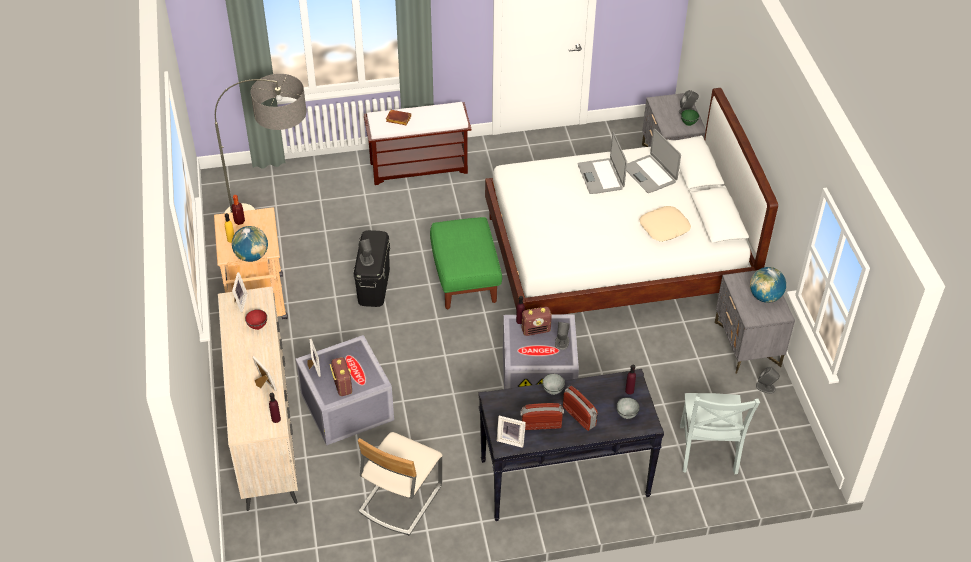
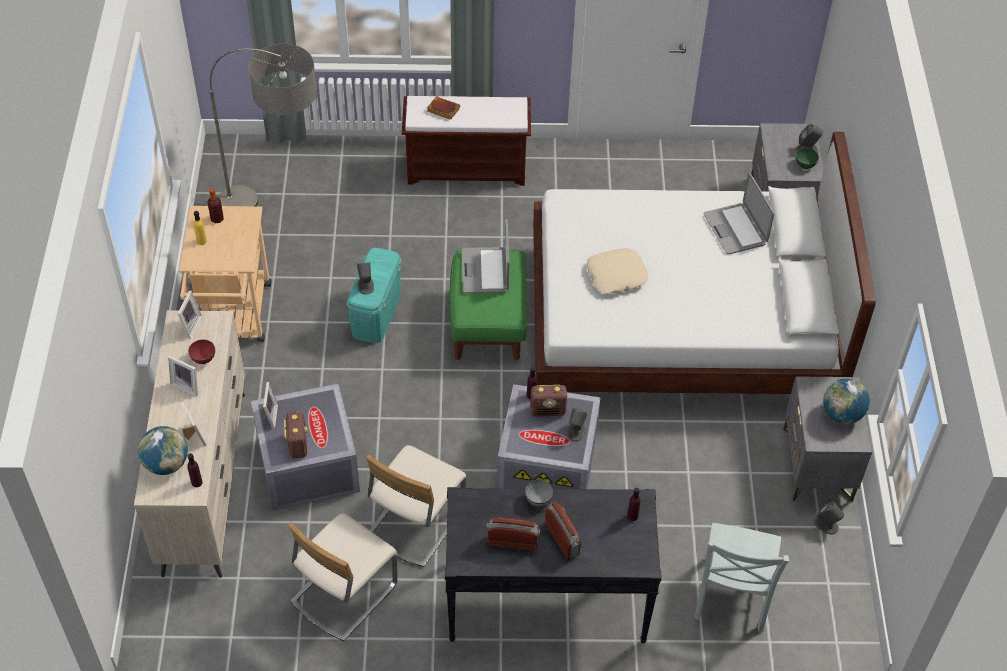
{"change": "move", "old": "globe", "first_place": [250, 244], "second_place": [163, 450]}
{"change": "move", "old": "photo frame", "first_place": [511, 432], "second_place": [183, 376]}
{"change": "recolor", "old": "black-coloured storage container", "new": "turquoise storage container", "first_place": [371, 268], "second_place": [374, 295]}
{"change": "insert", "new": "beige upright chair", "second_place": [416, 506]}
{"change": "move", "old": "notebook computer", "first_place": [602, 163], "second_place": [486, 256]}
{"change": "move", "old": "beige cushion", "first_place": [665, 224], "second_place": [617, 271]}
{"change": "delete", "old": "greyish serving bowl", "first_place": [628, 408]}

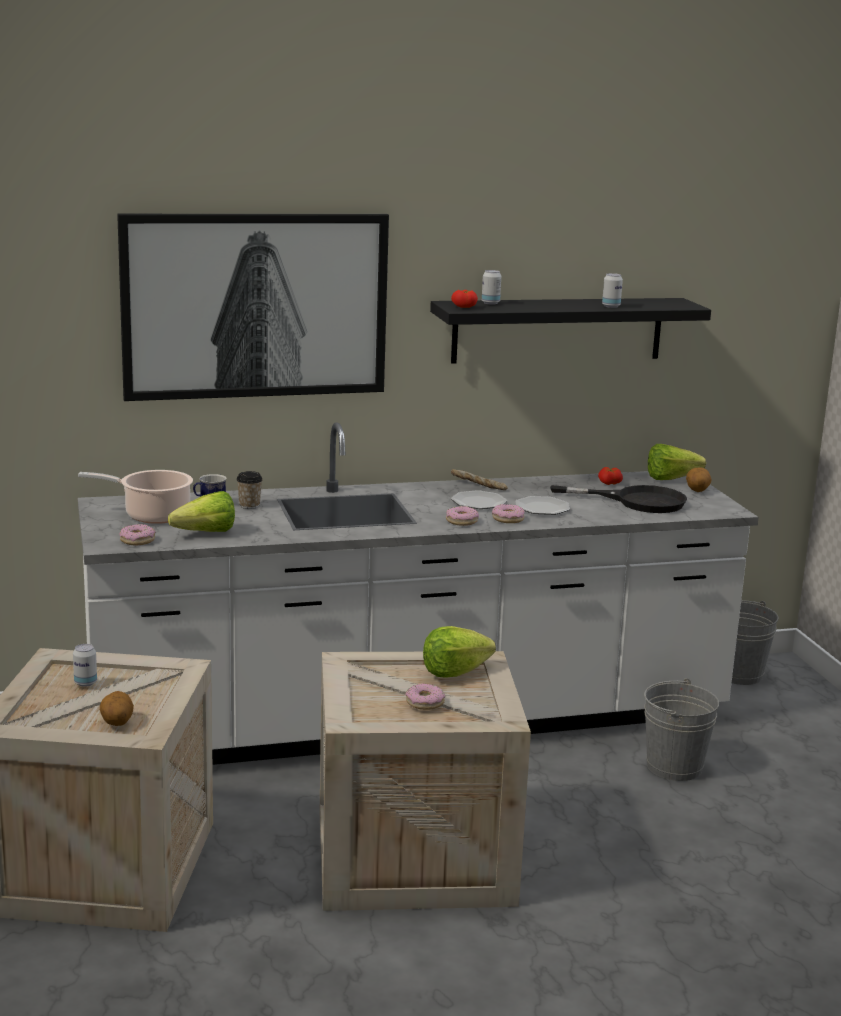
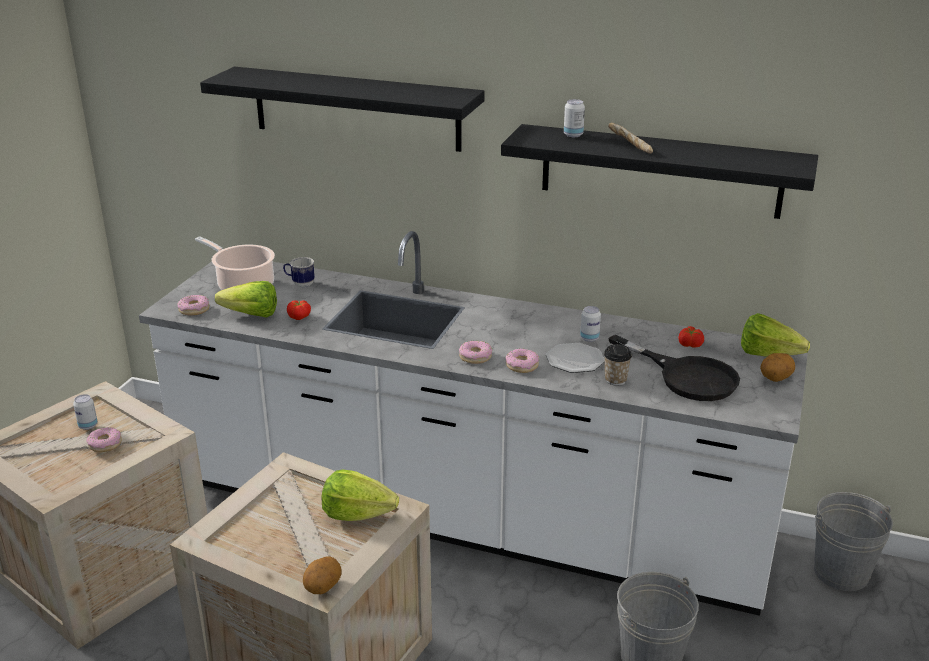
{"change": "move", "old": "ring doughnut", "first_place": [425, 696], "second_place": [104, 439]}
{"change": "replace", "old": "wall art", "new": "black-coloured bracket shelf", "first_place": [253, 307], "second_place": [342, 109]}
{"change": "move", "old": "whole tomato", "first_place": [464, 299], "second_place": [299, 310]}
{"change": "move", "old": "whole potato", "first_place": [117, 708], "second_place": [322, 575]}
{"change": "move", "old": "metal can", "first_place": [612, 290], "second_place": [590, 324]}
{"change": "move", "old": "small cup", "first_place": [249, 490], "second_place": [618, 365]}
{"change": "move", "old": "bread", "first_place": [479, 479], "second_place": [630, 138]}
{"change": "delete", "old": "dinner plate", "first_place": [479, 499]}

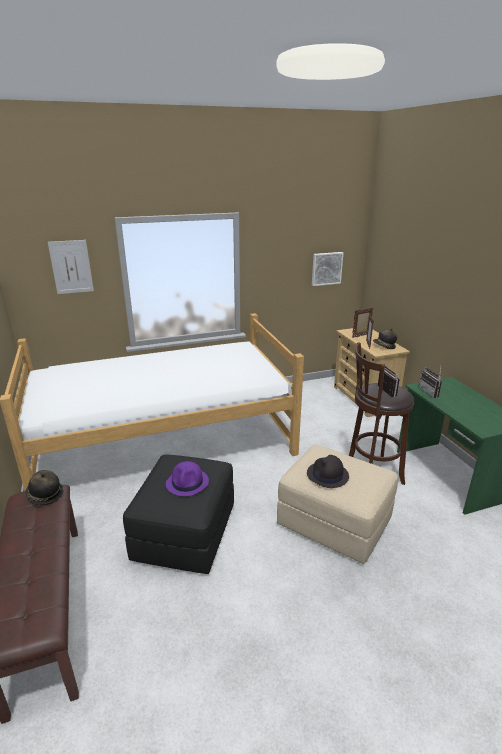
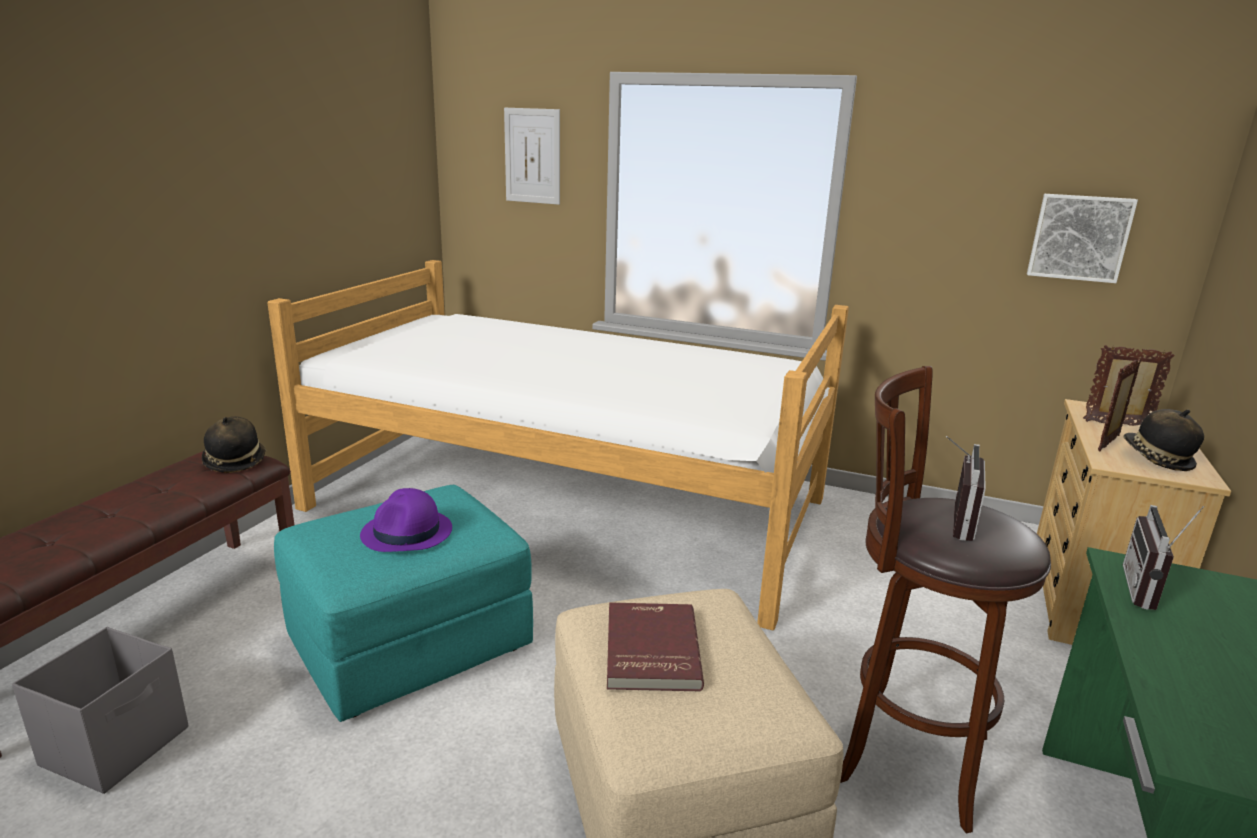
{"change": "insert", "new": "greyish storage container", "second_place": [100, 710]}
{"change": "recolor", "old": "black-coloured ottoman", "new": "turquoise ottoman", "first_place": [178, 514], "second_place": [403, 603]}
{"change": "replace", "old": "black-coloured clothing hat", "new": "red volume", "first_place": [328, 471], "second_place": [655, 647]}

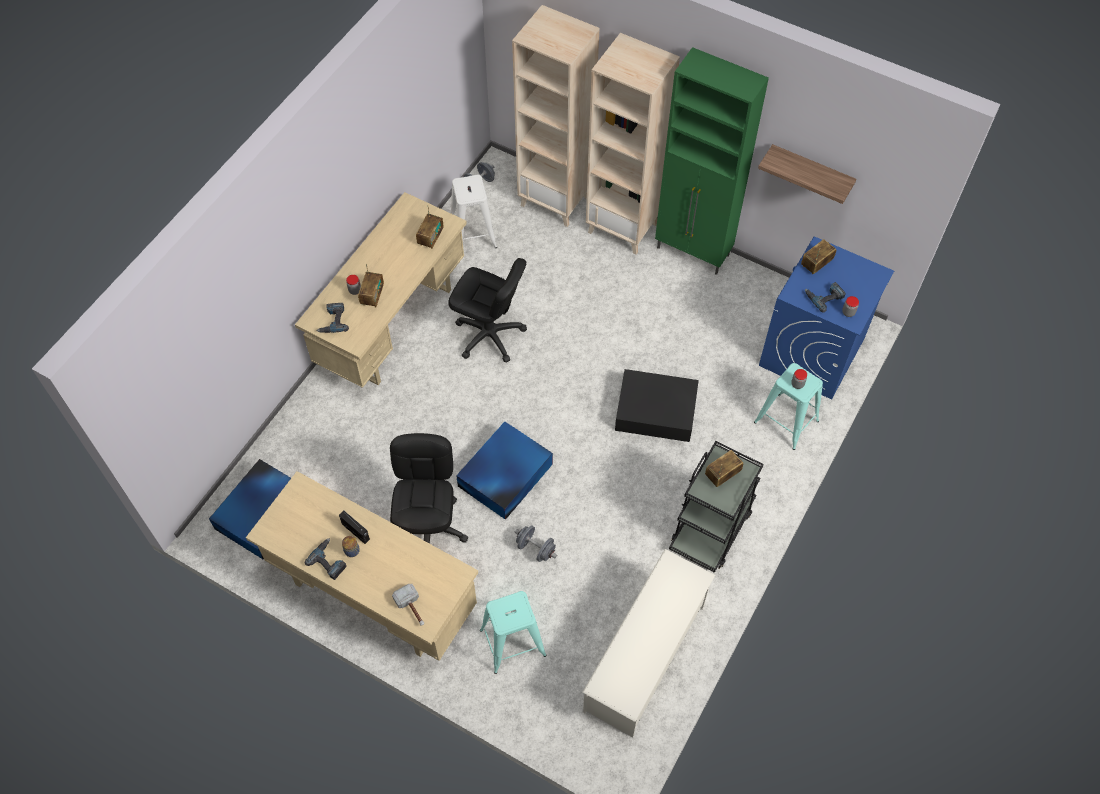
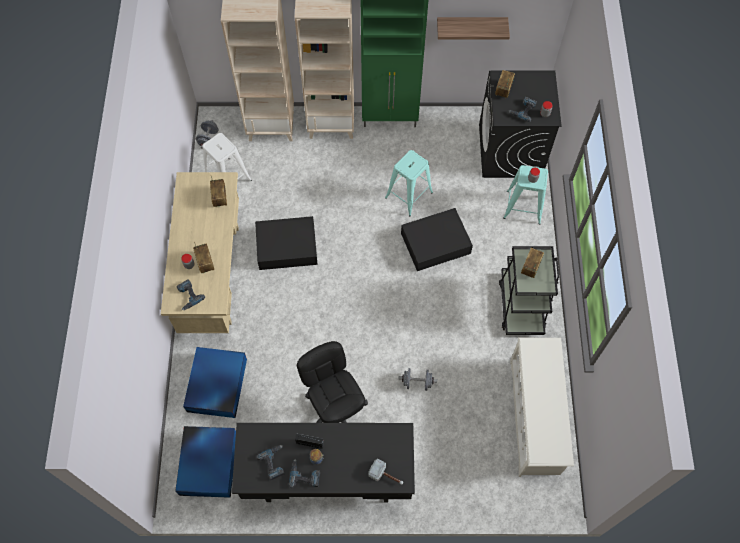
{"change": "move", "old": "blue-coloured storage container", "first_place": [504, 471], "second_place": [215, 382]}
{"change": "recolor", "old": "beige desk", "new": "black-coloured desk", "first_place": [362, 566], "second_place": [323, 462]}
{"change": "replace", "old": "black-coloured office chair", "new": "black-coloured storage container", "first_place": [487, 310], "second_place": [286, 243]}
{"change": "insert", "new": "electric drill", "second_place": [270, 462]}
{"change": "move", "old": "turquoise stool", "first_place": [513, 632], "second_place": [409, 183]}
{"change": "recolor", "old": "blue-coloured laundry appliance", "new": "black-coloured laundry appliance", "first_place": [826, 318], "second_place": [520, 124]}

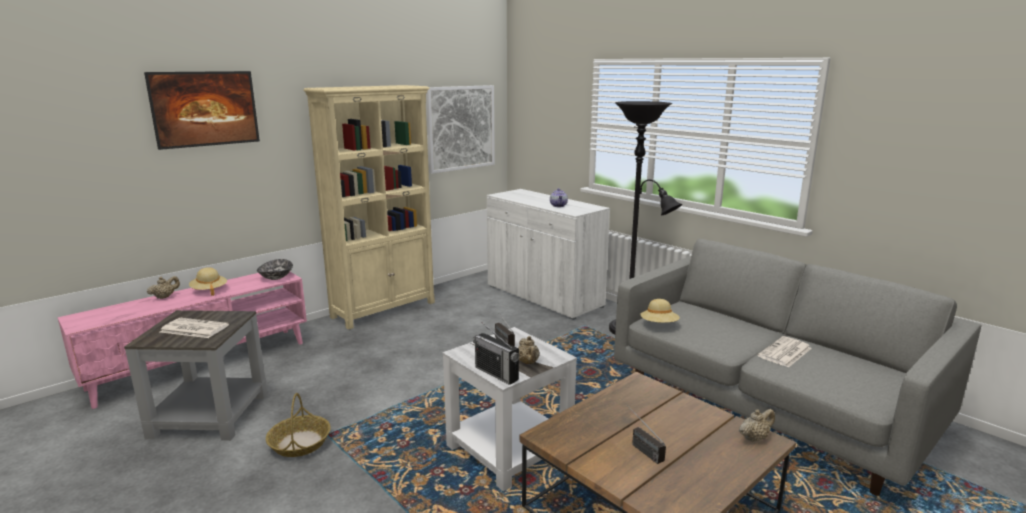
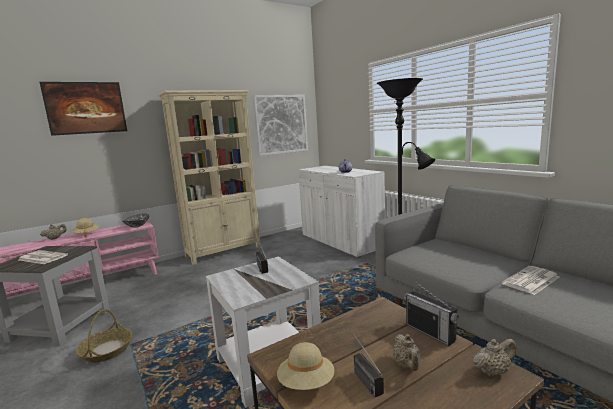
{"change": "move", "old": "beige clothing hat", "first_place": [660, 311], "second_place": [305, 366]}
{"change": "move", "old": "beige tea pot", "first_place": [529, 350], "second_place": [407, 352]}
{"change": "move", "old": "radio set", "first_place": [496, 353], "second_place": [431, 313]}

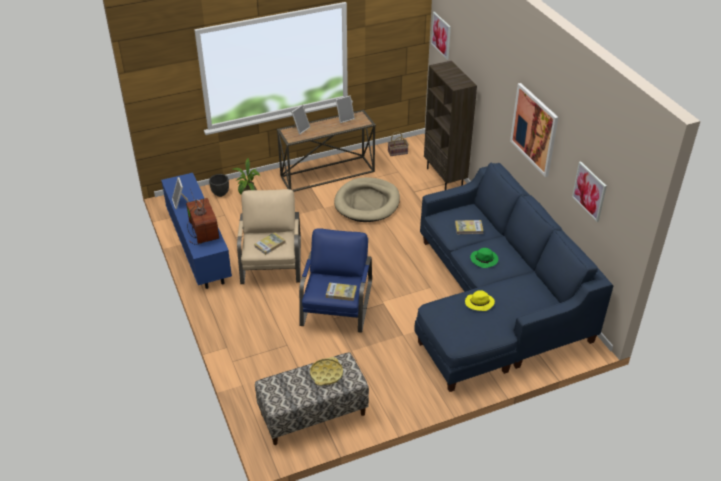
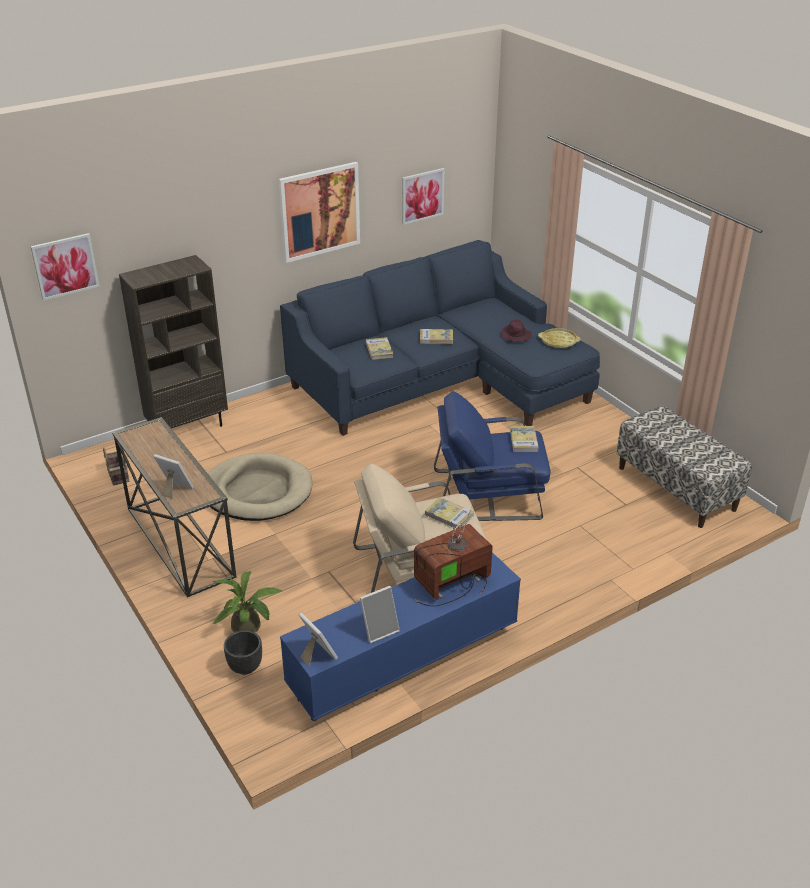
{"change": "move", "old": "photo frame", "first_place": [345, 109], "second_place": [318, 639]}
{"change": "replace", "old": "green-coloured clothing hat", "new": "volume", "first_place": [484, 258], "second_place": [436, 336]}
{"change": "recolor", "old": "yellow-coloured clothing hat", "new": "purplish clothing hat", "first_place": [480, 300], "second_place": [516, 331]}
{"change": "move", "old": "yellow-coloured serving tray", "first_place": [326, 371], "second_place": [559, 338]}

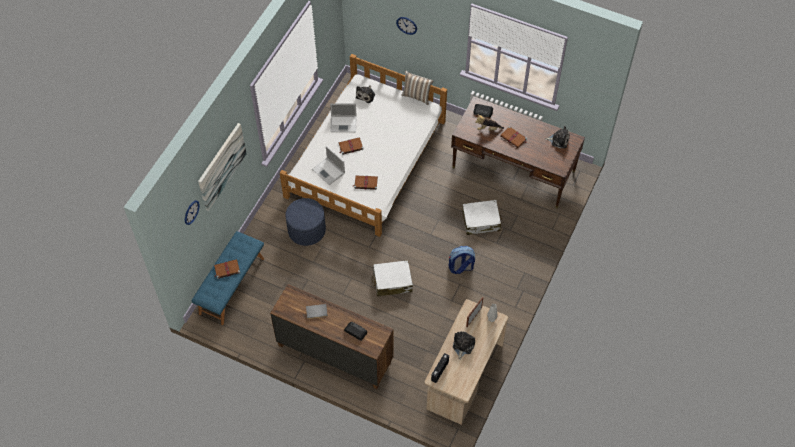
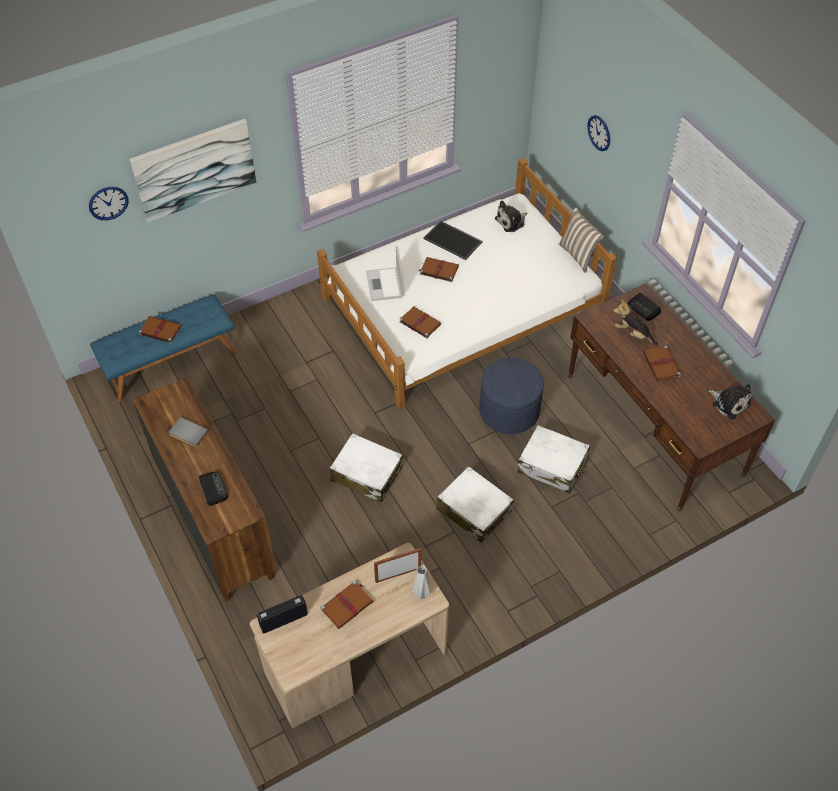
{"change": "replace", "old": "plush toy", "new": "brownish volume", "first_place": [464, 345], "second_place": [347, 605]}
{"change": "replace", "old": "notebook computer", "new": "serving tray", "first_place": [343, 117], "second_place": [452, 240]}
{"change": "replace", "old": "knapsack", "new": "whitish travel case", "first_place": [461, 260], "second_place": [475, 504]}
{"change": "move", "old": "blue-coloured ottoman", "first_place": [305, 222], "second_place": [512, 396]}

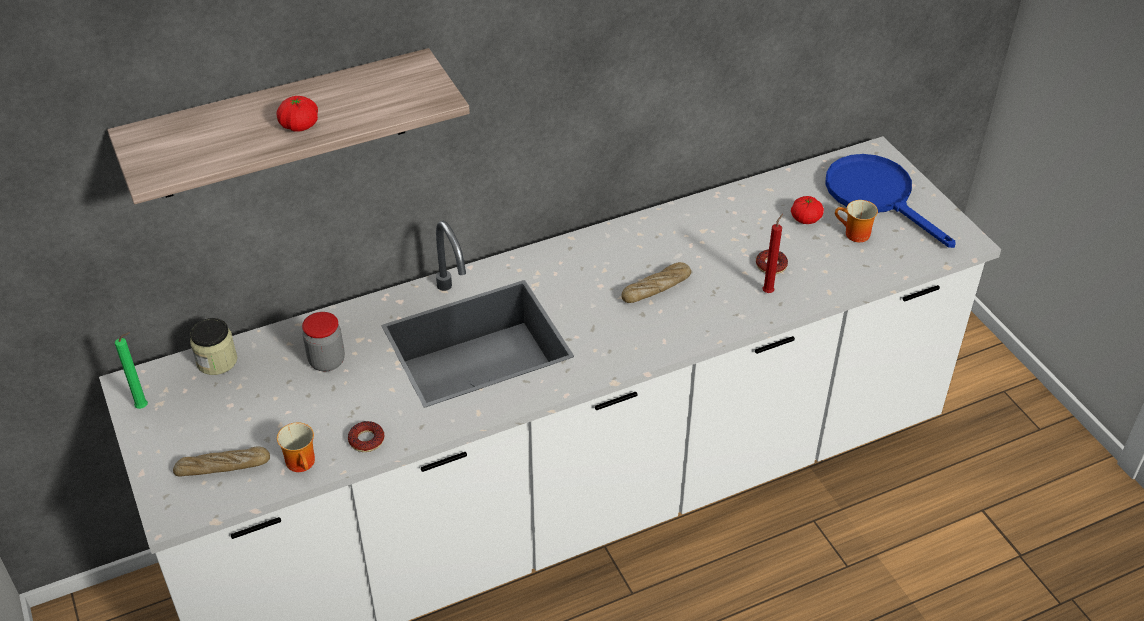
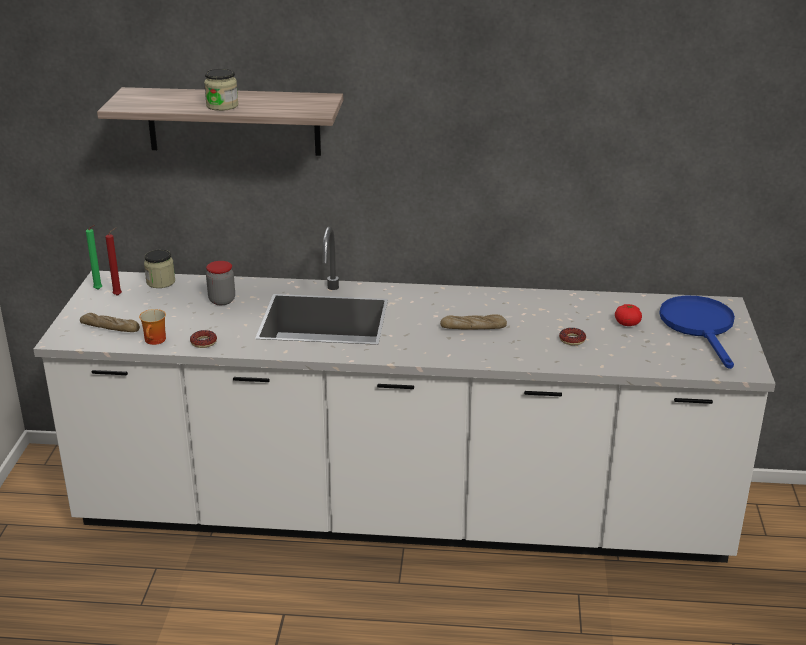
{"change": "move", "old": "red wax candle", "first_place": [772, 253], "second_place": [114, 262]}
{"change": "replace", "old": "whole tomato", "new": "preserve jar", "first_place": [297, 114], "second_place": [221, 90]}
{"change": "delete", "old": "tea mug", "first_place": [856, 221]}

